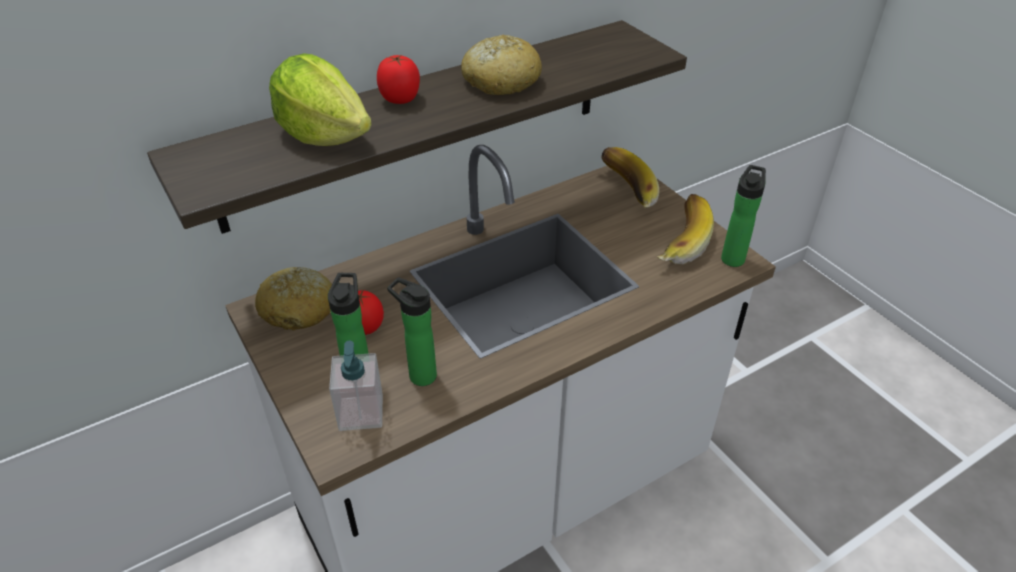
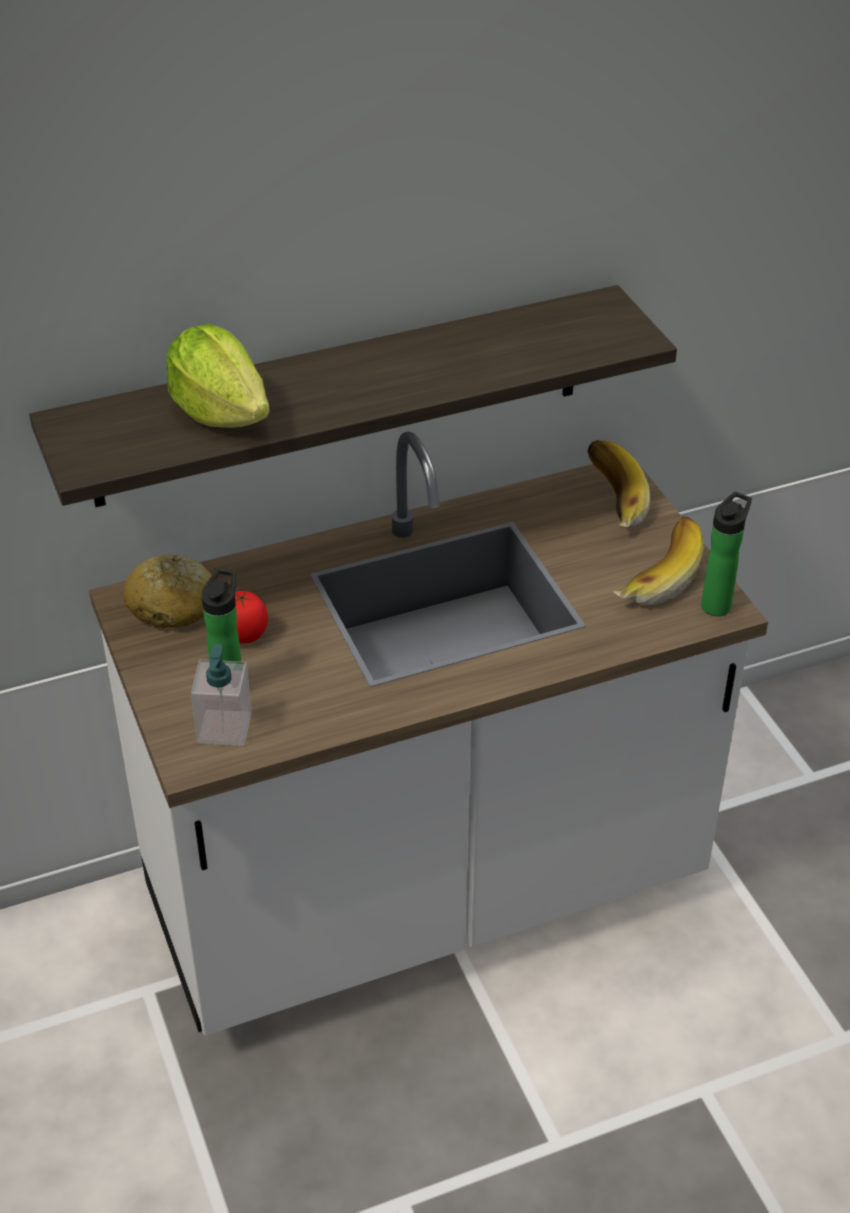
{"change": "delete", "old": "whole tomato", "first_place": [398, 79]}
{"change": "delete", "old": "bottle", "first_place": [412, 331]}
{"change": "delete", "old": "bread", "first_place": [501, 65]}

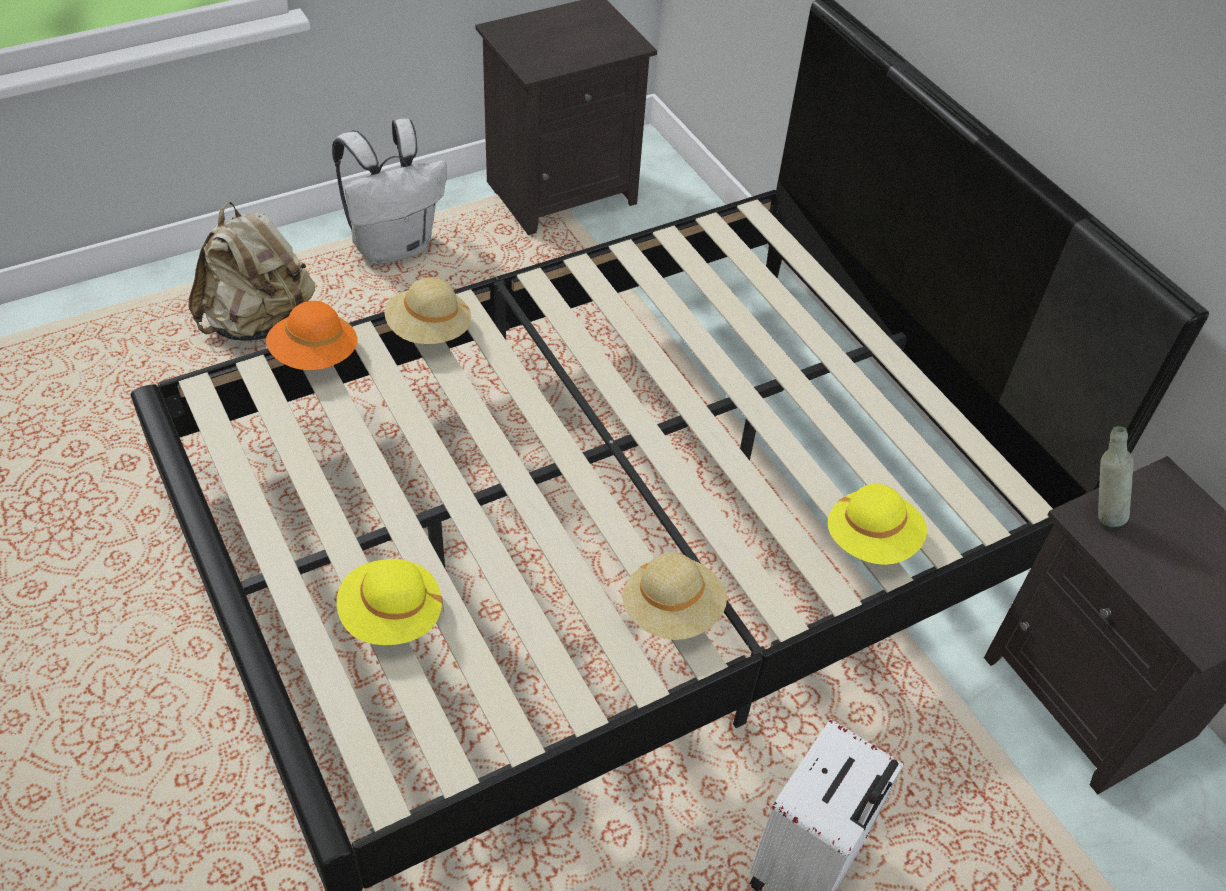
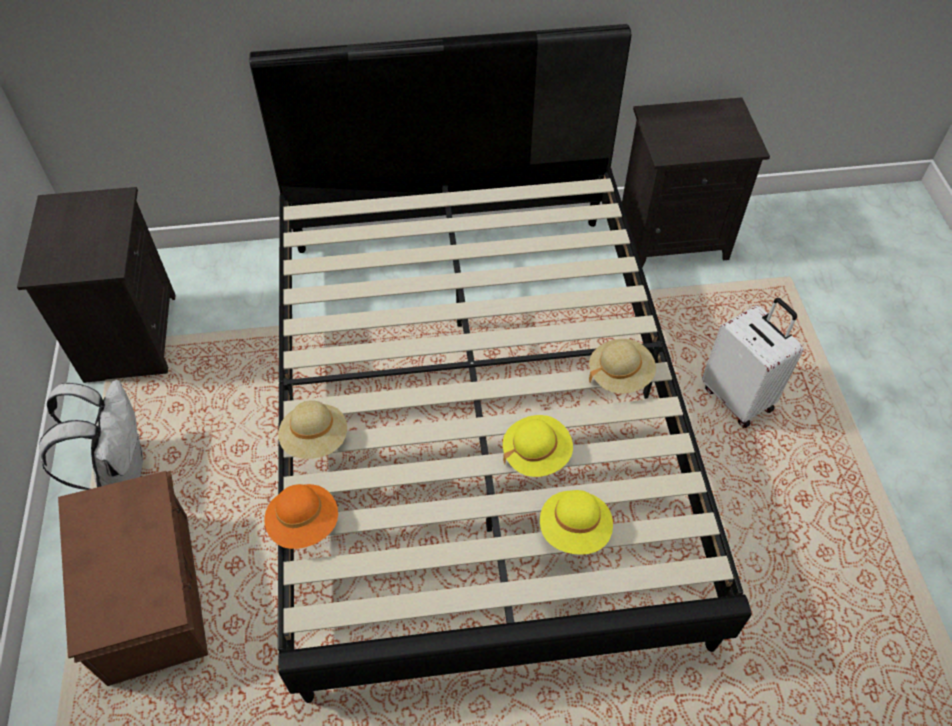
{"change": "replace", "old": "beige knapsack", "new": "brownish storage container", "first_place": [251, 271], "second_place": [133, 578]}
{"change": "move", "old": "yellow-coloured clothing hat", "first_place": [877, 524], "second_place": [538, 446]}
{"change": "delete", "old": "greyish bottle", "first_place": [1116, 476]}

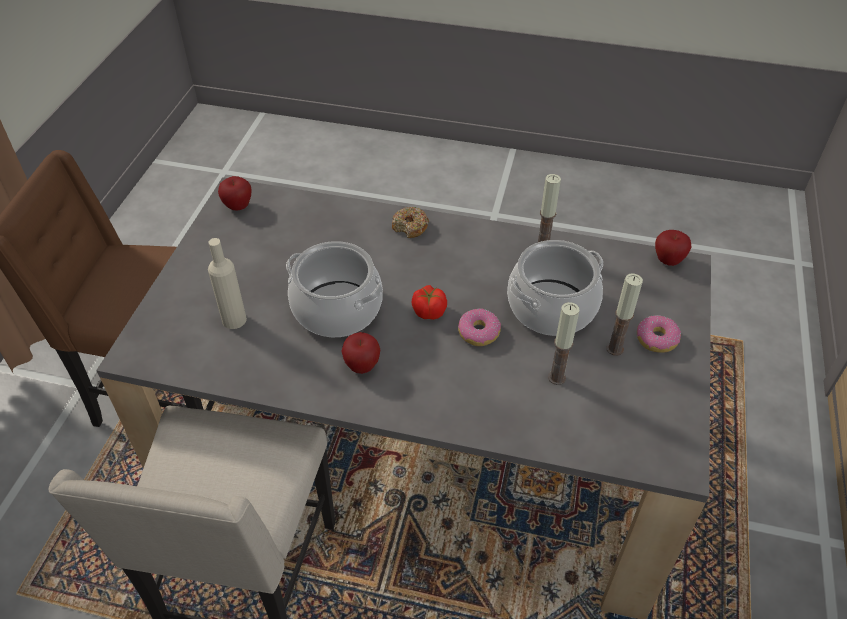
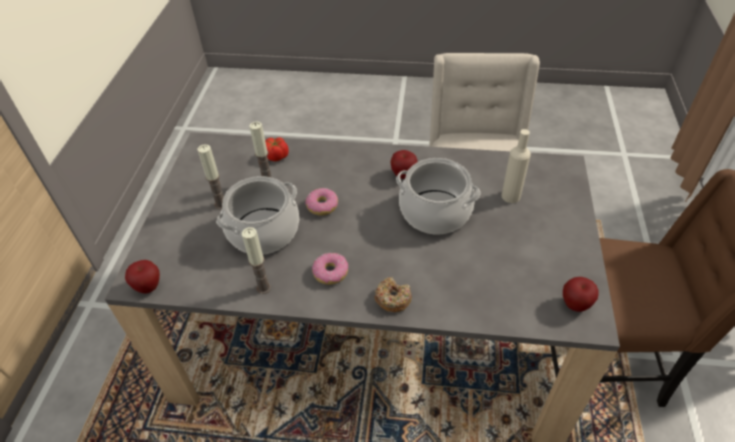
{"change": "move", "old": "whole tomato", "first_place": [429, 302], "second_place": [277, 149]}
{"change": "move", "old": "ring doughnut", "first_place": [659, 334], "second_place": [330, 269]}

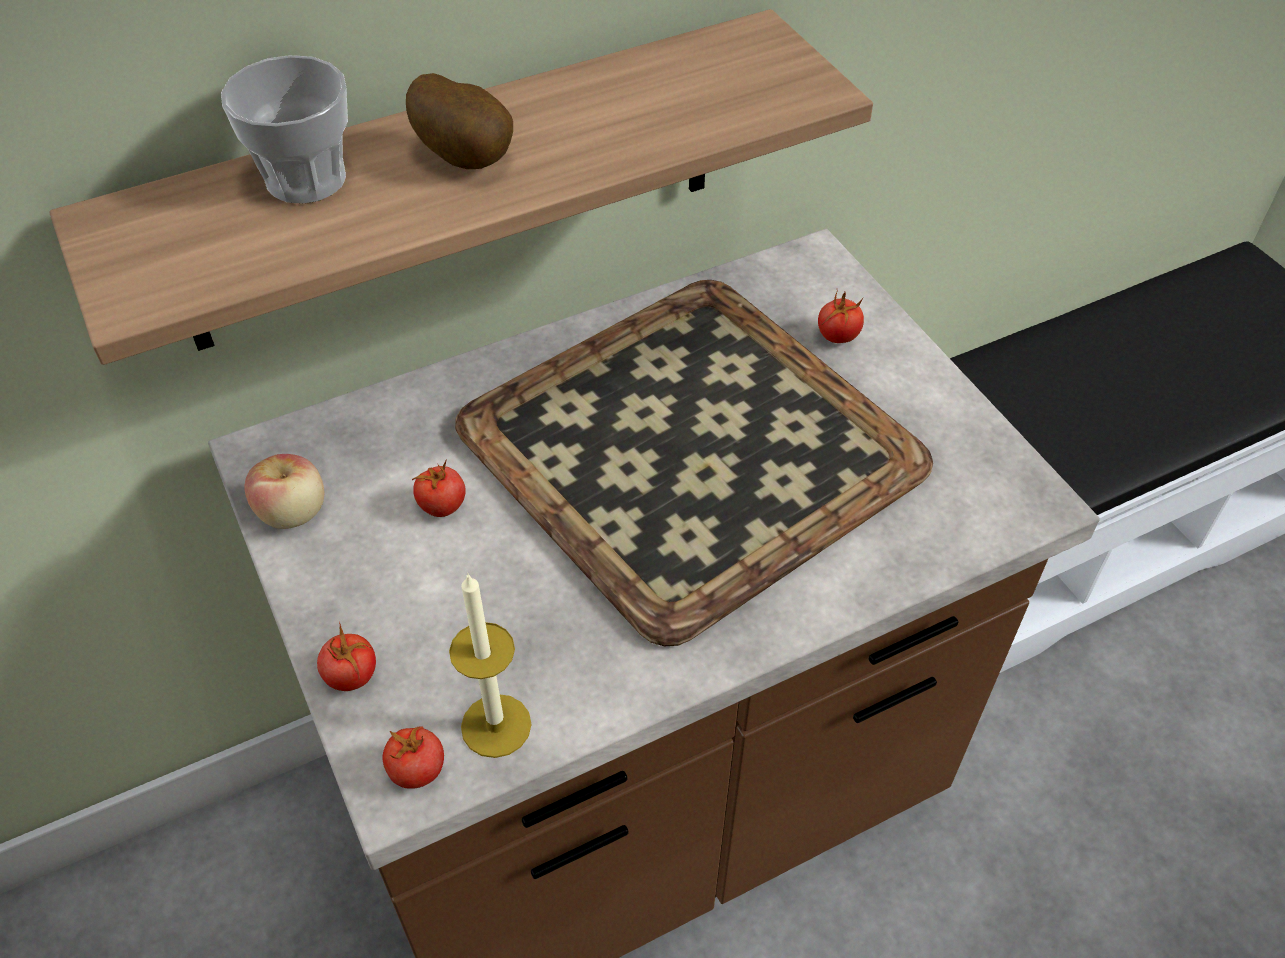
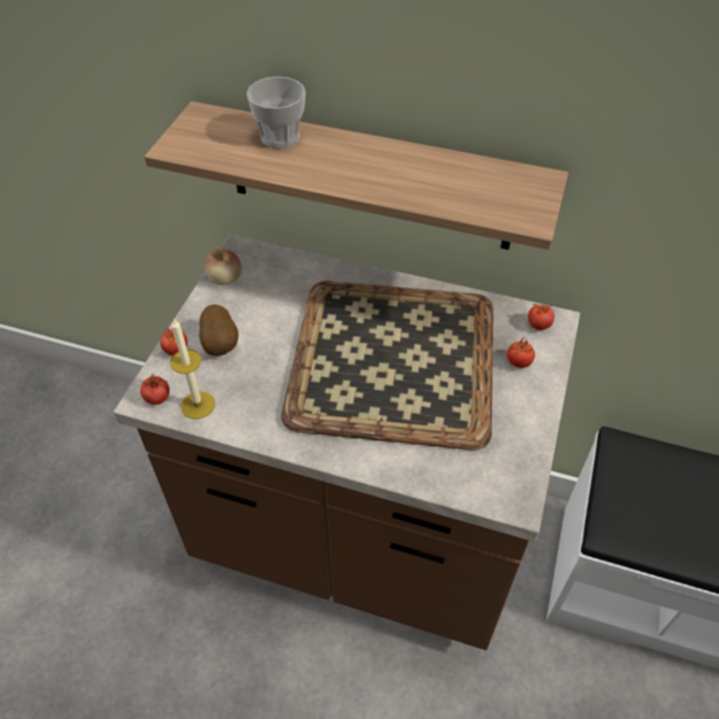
{"change": "move", "old": "whole potato", "first_place": [459, 121], "second_place": [218, 330]}
{"change": "move", "old": "whole tomato", "first_place": [439, 488], "second_place": [541, 316]}

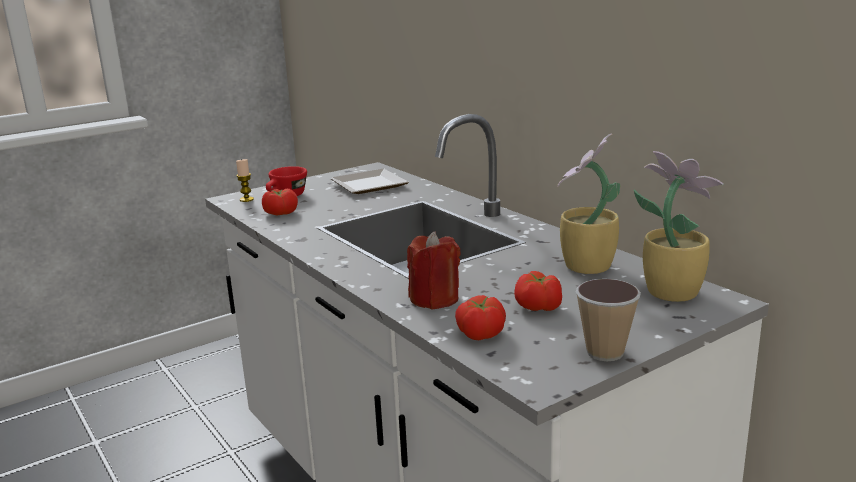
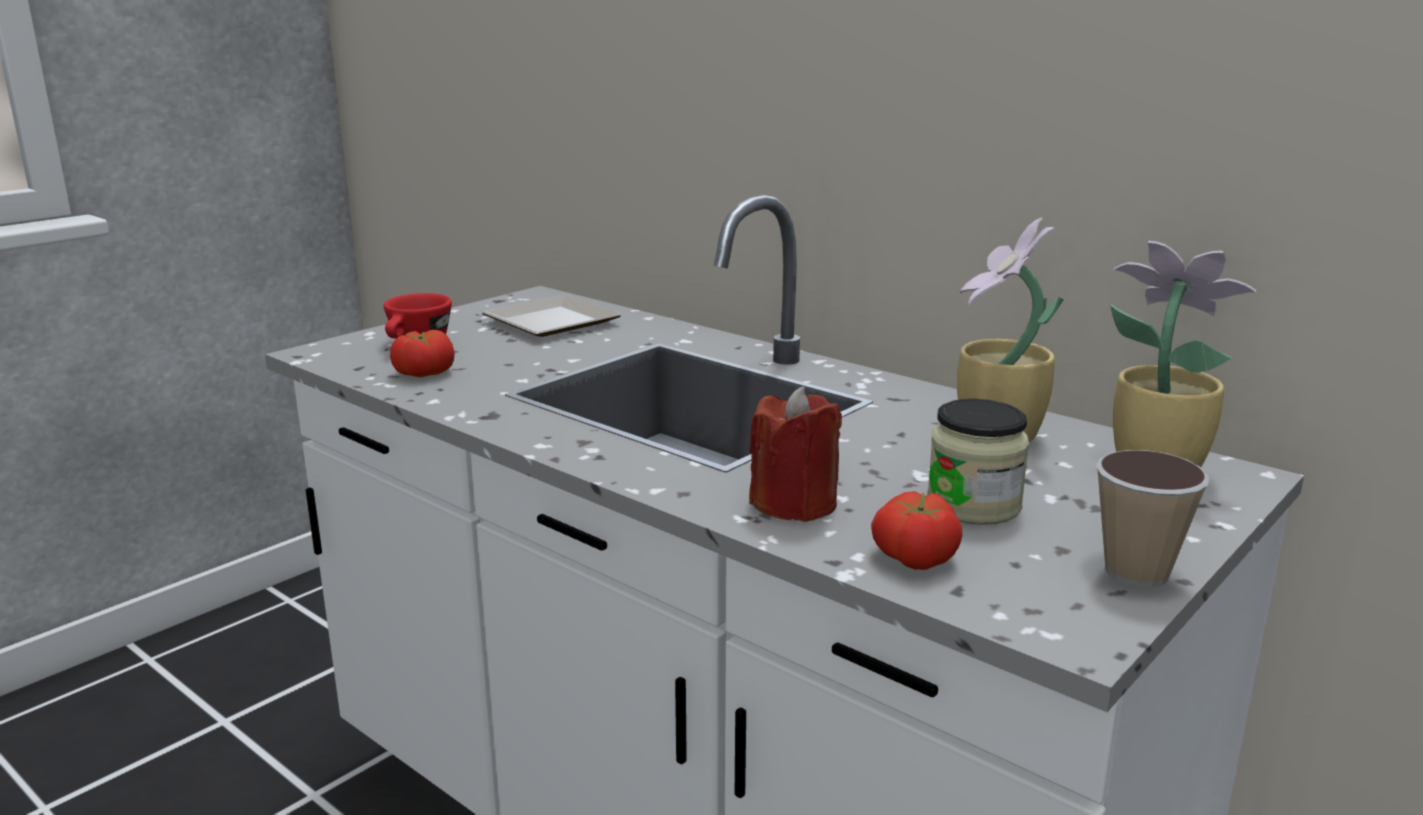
{"change": "replace", "old": "whole tomato", "new": "preserve jar", "first_place": [538, 291], "second_place": [978, 462]}
{"change": "delete", "old": "wax candle", "first_place": [245, 180]}

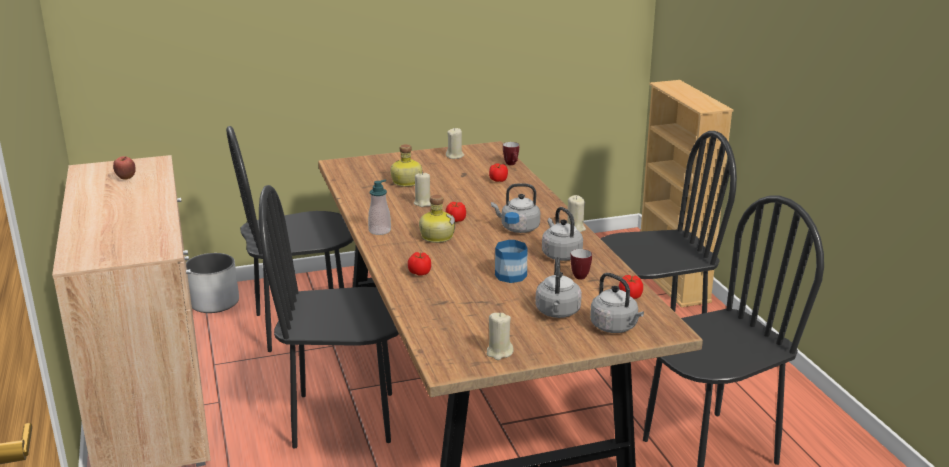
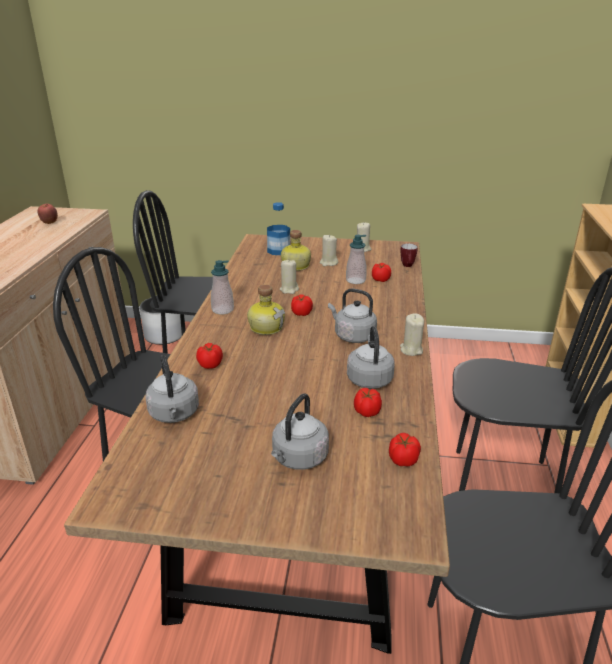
{"change": "move", "old": "greyish water kettle", "first_place": [617, 303], "second_place": [172, 389]}
{"change": "move", "old": "bottle", "first_place": [511, 247], "second_place": [278, 228]}
{"change": "move", "old": "beige wax candle", "first_place": [500, 336], "second_place": [329, 250]}
{"change": "insert", "new": "soap bottle", "second_place": [356, 259]}
{"change": "replace", "old": "tea mug", "new": "whole tomato", "first_place": [581, 264], "second_place": [368, 402]}

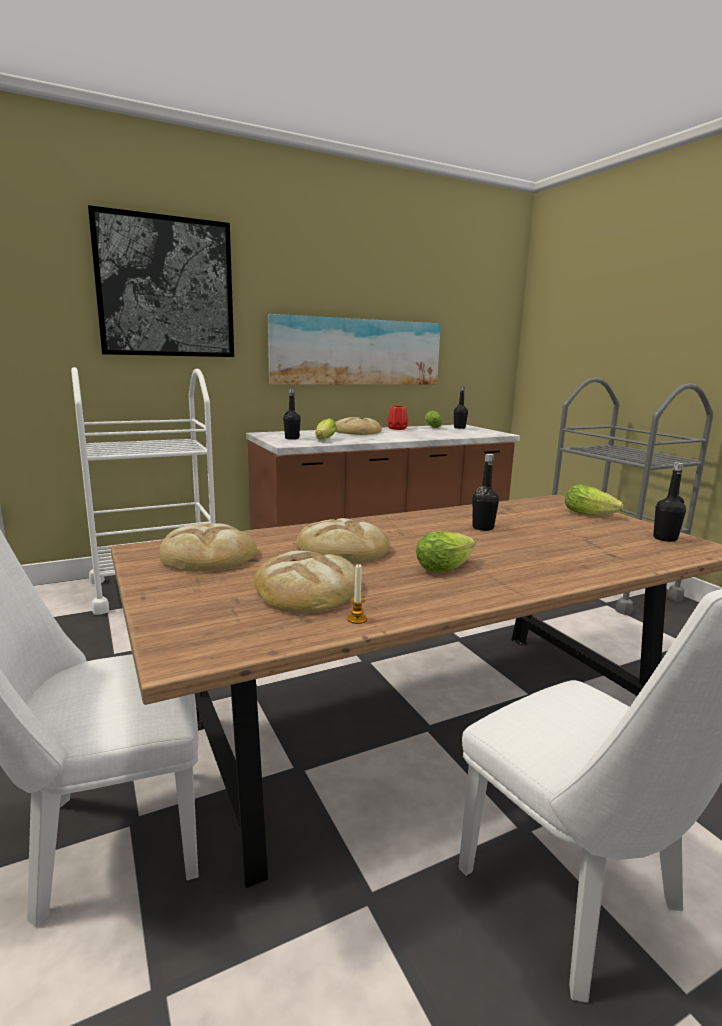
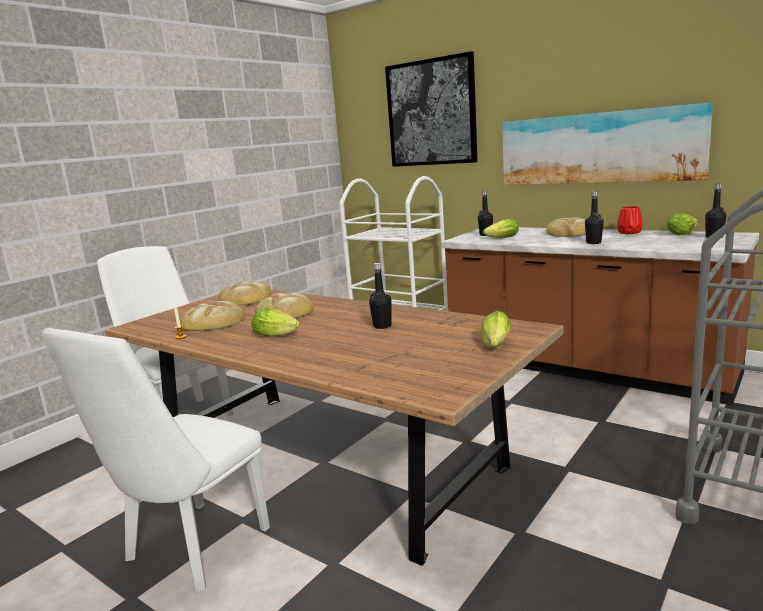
{"change": "move", "old": "black-coloured bottle", "first_place": [669, 502], "second_place": [594, 217]}

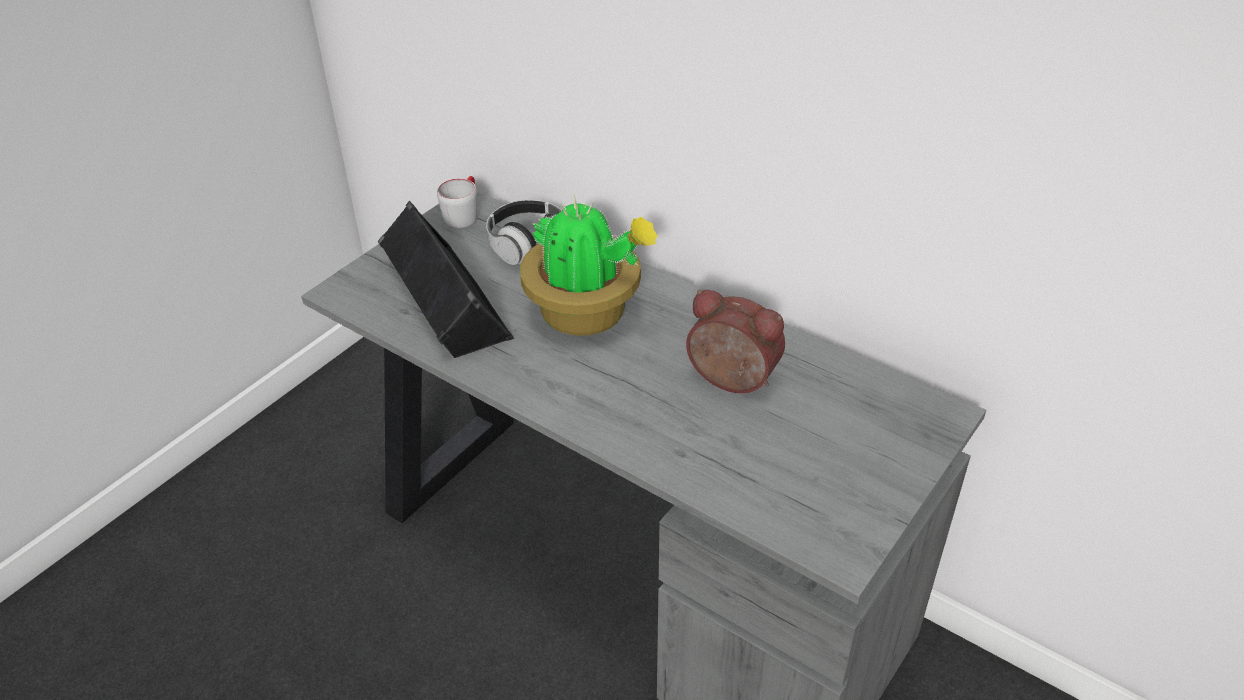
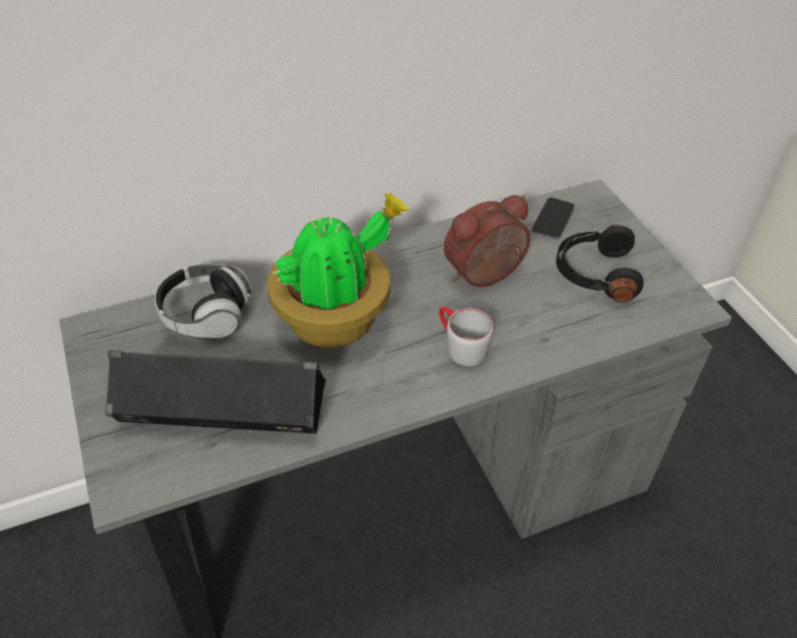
{"change": "move", "old": "greyish tea mug", "first_place": [457, 202], "second_place": [466, 336]}
{"change": "insert", "new": "phone", "second_place": [553, 218]}
{"change": "insert", "new": "black-coloured headphones", "second_place": [600, 264]}

